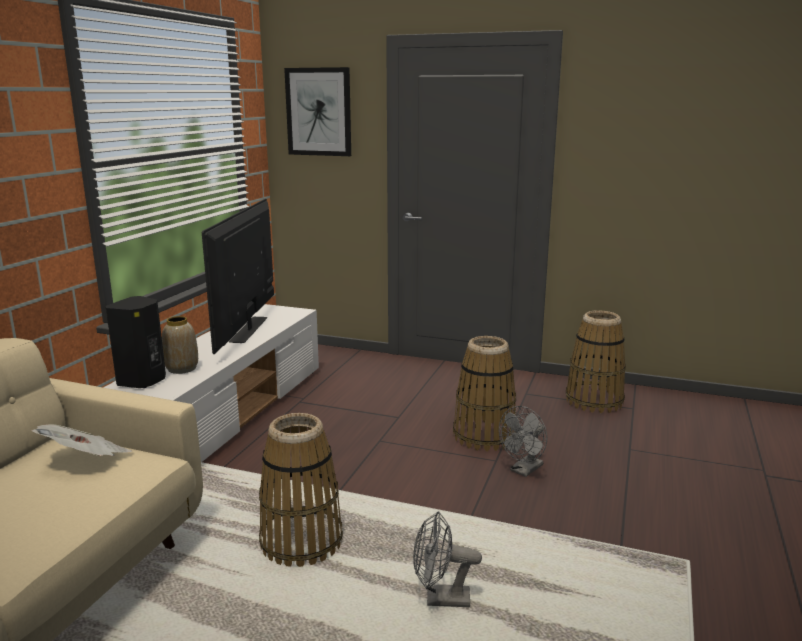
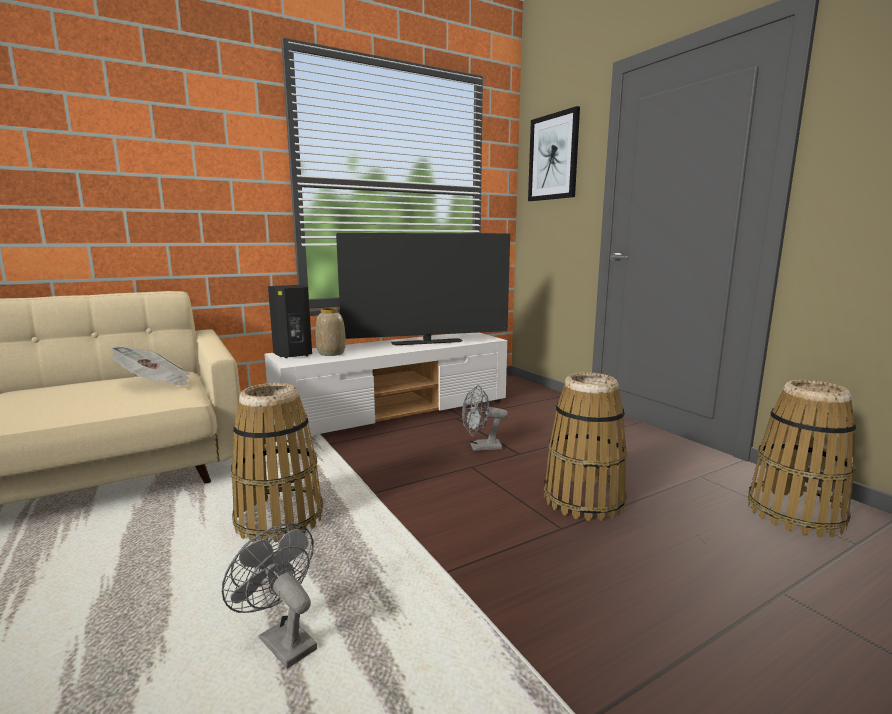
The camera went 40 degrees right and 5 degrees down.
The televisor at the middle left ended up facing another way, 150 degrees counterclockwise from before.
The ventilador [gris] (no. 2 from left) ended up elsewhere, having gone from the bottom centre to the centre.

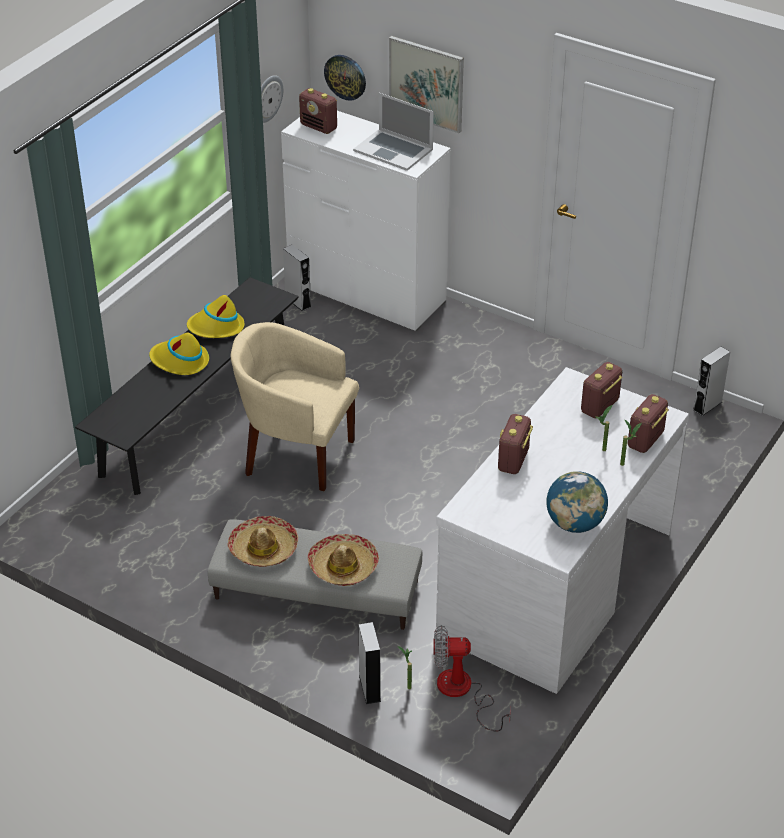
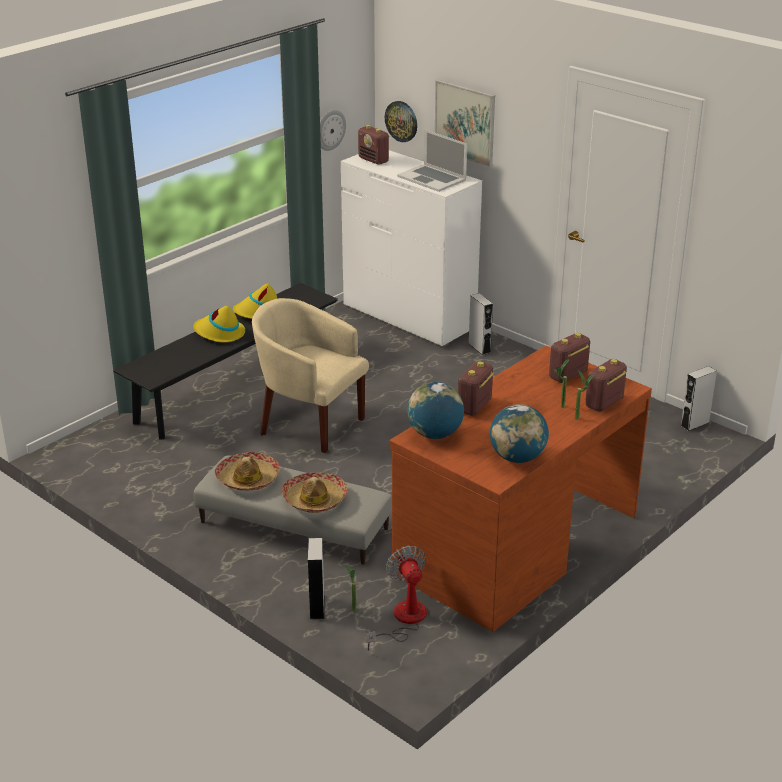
The camera went 10 degrees right and 10 degrees down.
The altavoz [gris] (no. 1 from left in the first image) ended up elsewhere, having gone from the top centre to the centre.
What was the escritorio [blanco] at the middle right turned into the escritorio [marrón] at the centre.
The ventilador at the bottom centre ended up facing another way, 60 degrees clockwise from before.
The second view gained the globo terráqueo (no. 1 from left) at the centre.

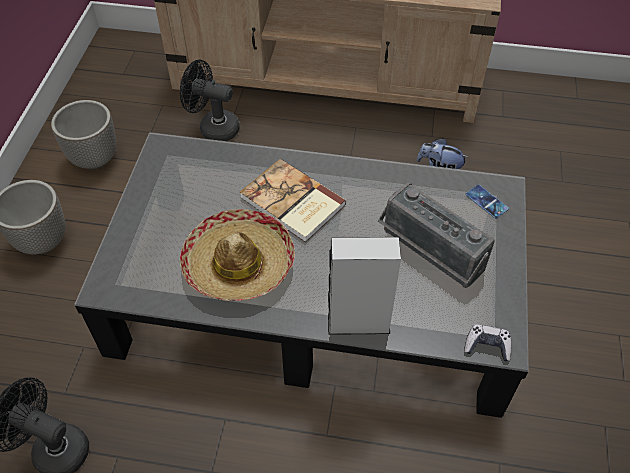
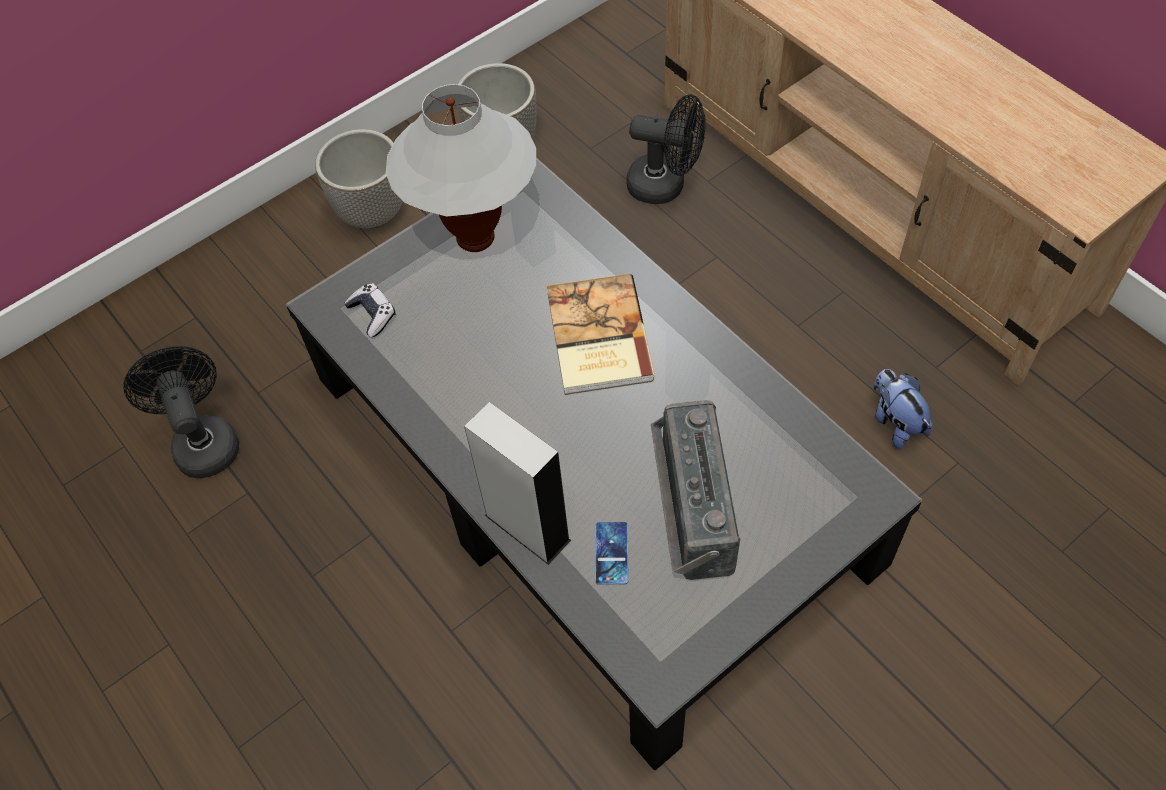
The camera went 45 degrees right and 5 degrees up.
The ventilador [negro] (no. 2 from left) at the top centre ended up facing another way, 135 degrees clockwise from before.
The móvil ended up elsewhere, having gone from the middle right to the bottom centre.
The second view lost the sombrero at the centre.
The mando de consola ended up elsewhere, having gone from the bottom right to the middle left.
The second view gained the lámpara de mesa [blanco] at the top centre.

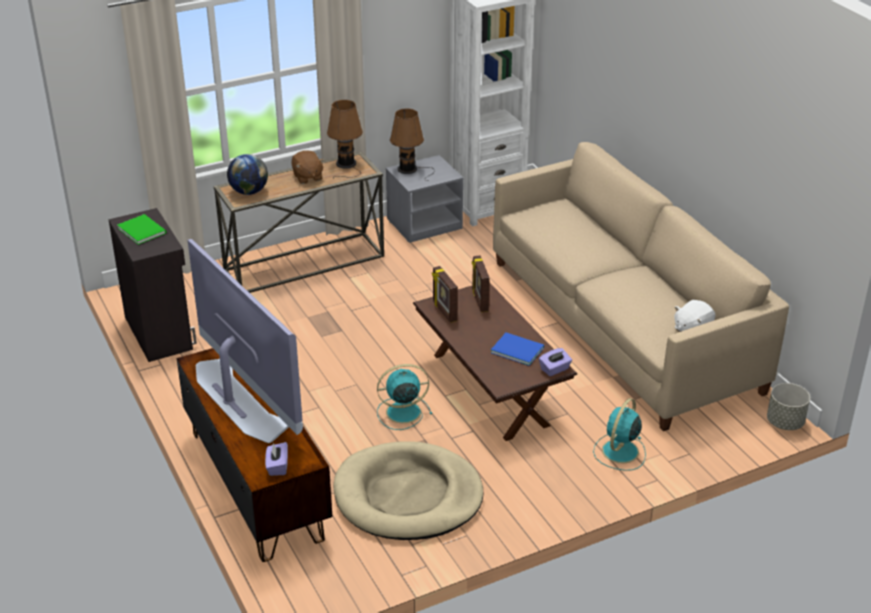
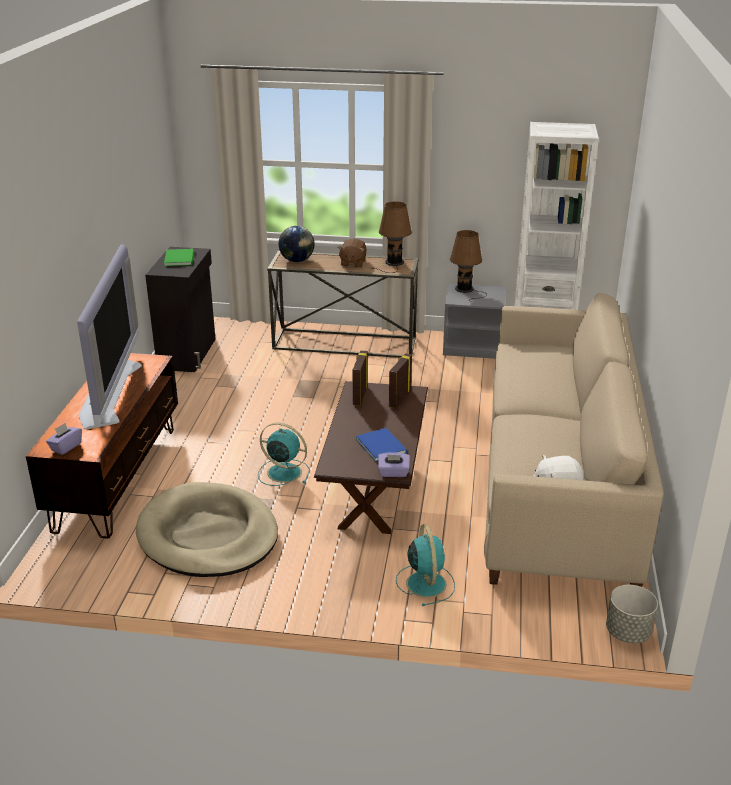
The camera went 35 degrees right and 5 degrees down.
The ventilador [turquesa] (no. 2 from left) at the bottom right ended up facing another way, 105 degrees clockwise from before.

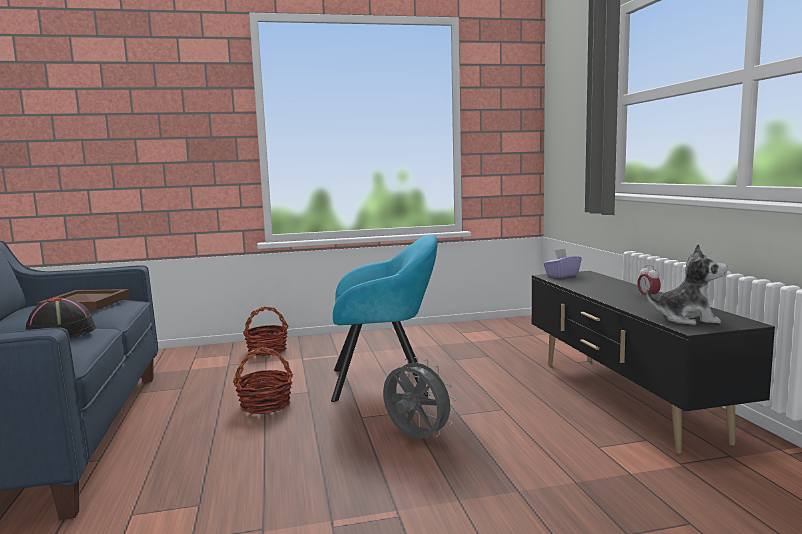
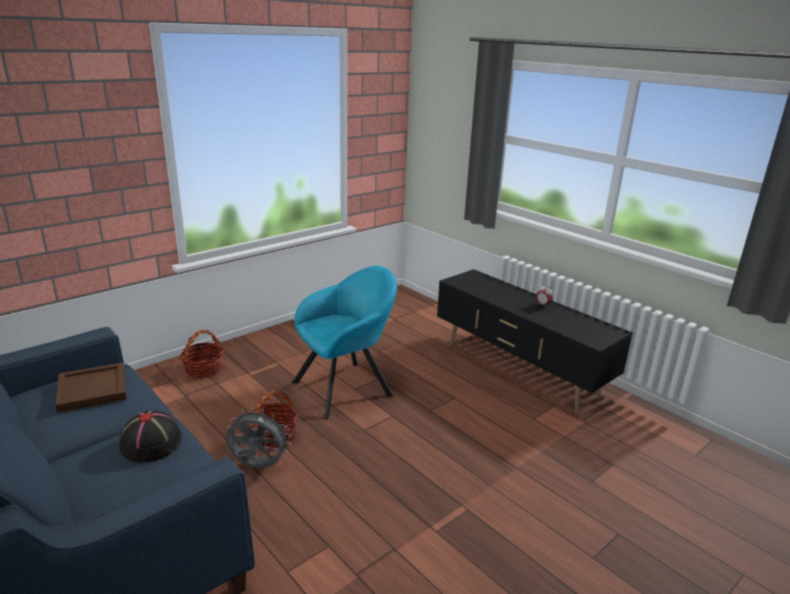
The camera went 30 degrees left and 15 degrees up.
The second view lost the peluche at the middle right.
The second view lost the caja de pañuelos [morado] at the middle right.
The ventilador [gris] ended up elsewhere, having gone from the bottom centre to the bottom left.

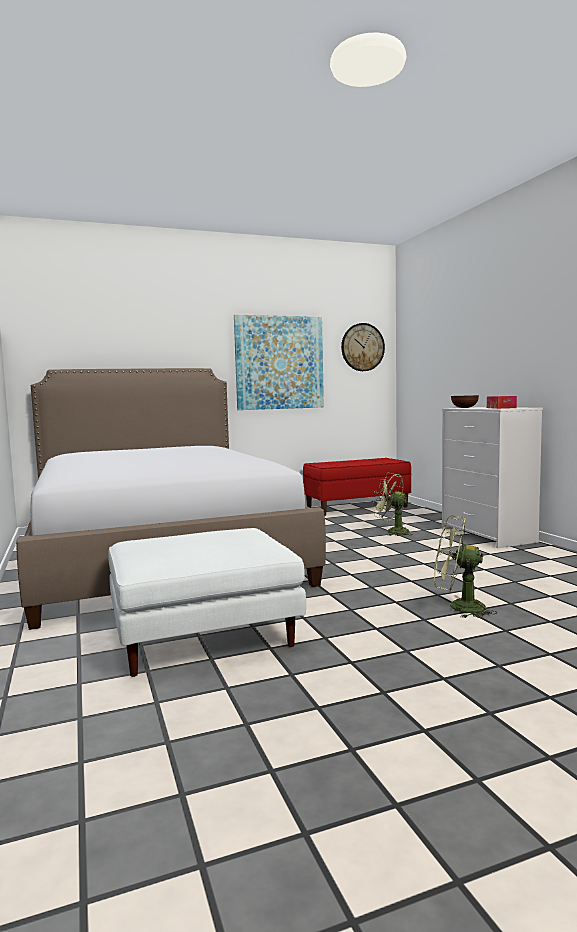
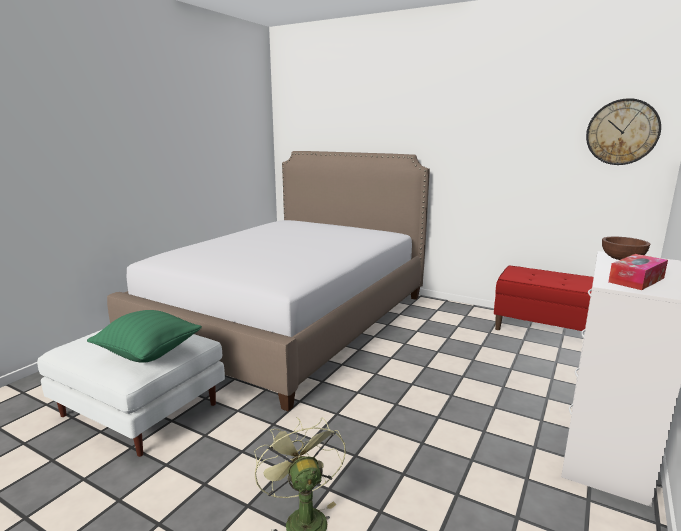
The camera went 50 degrees right and 10 degrees up.
The second view lost the cuadro at the centre.
The second view lost the ventilador [verde] (no. 1 from left) at the middle right.
The second view gained the cojín [verde] at the middle left.

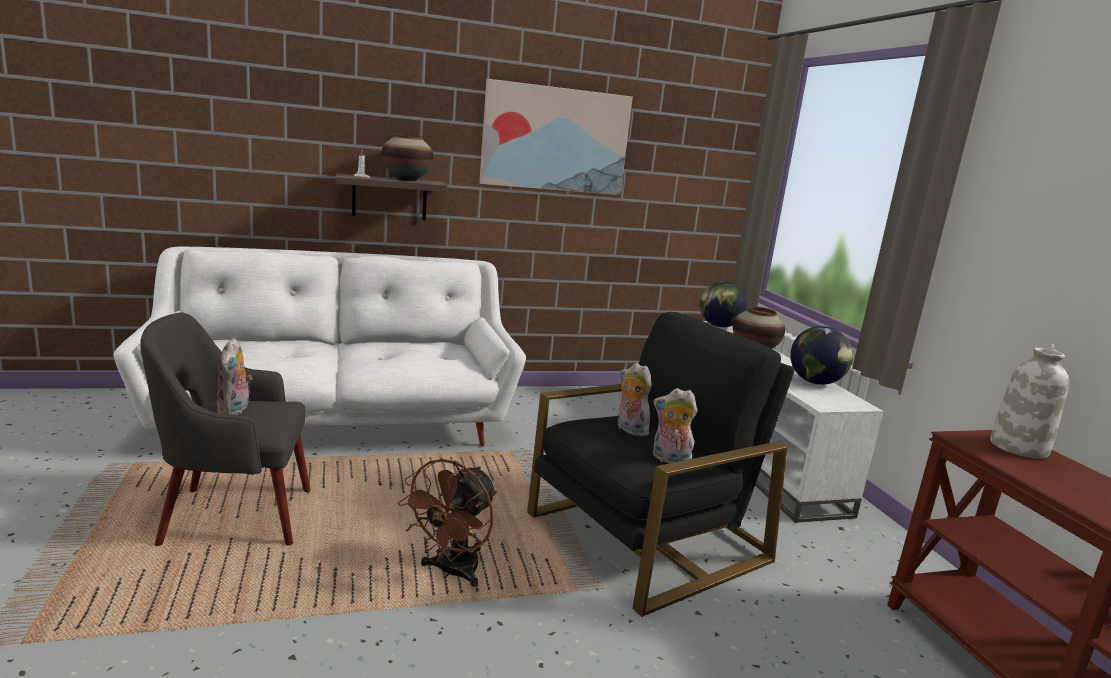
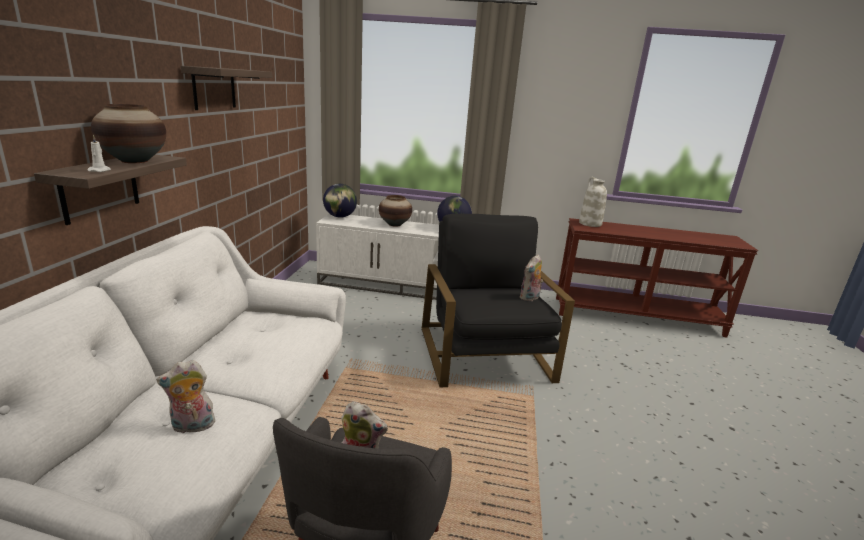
The camera went 65 degrees left and 5 degrees up.
Where the cuadro hung at the top centre, the estante (no. 2 from left) came to hang at the top left.
The peluche (no. 2 from left in the first image) ended up elsewhere, having gone from the centre to the bottom left.
The second view lost the ventilador [marrón] at the bottom centre.

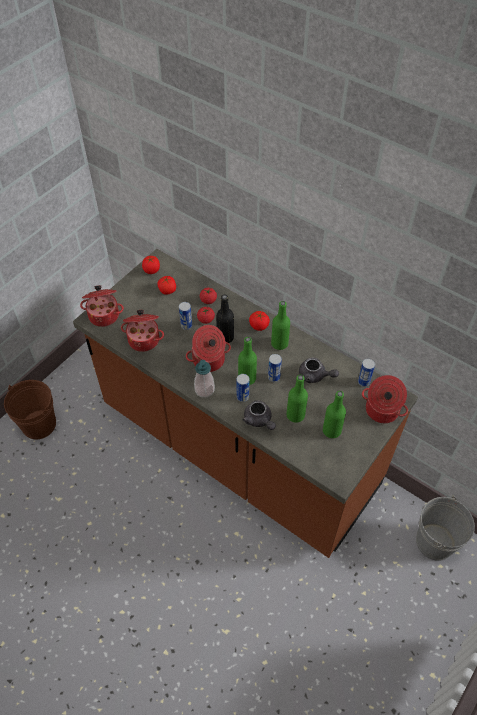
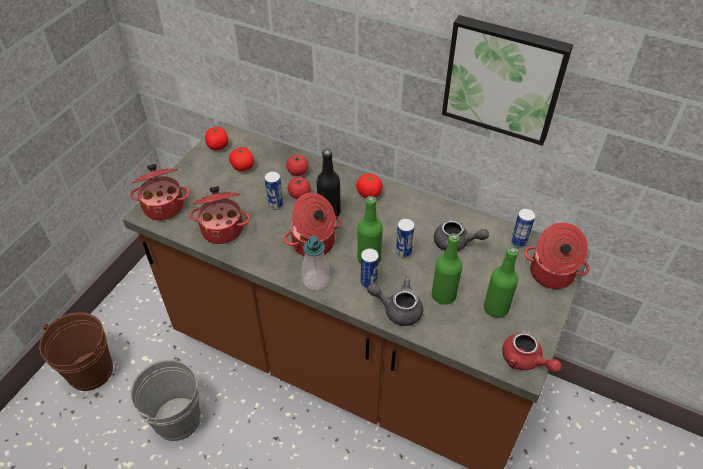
The camera went 10 degrees left and 5 degrees down.
The second view lost the botella [verde] (no. 2 from left) at the centre.
The tetera [gris] (no. 1 from left) at the centre ended up facing another way, 150 degrees clockwise from before.
The cubo [gris] ended up elsewhere, having gone from the bottom right to the bottom left.
The second view gained the cuadro at the top right.
The second view gained the tetera [rojo] at the bottom right.

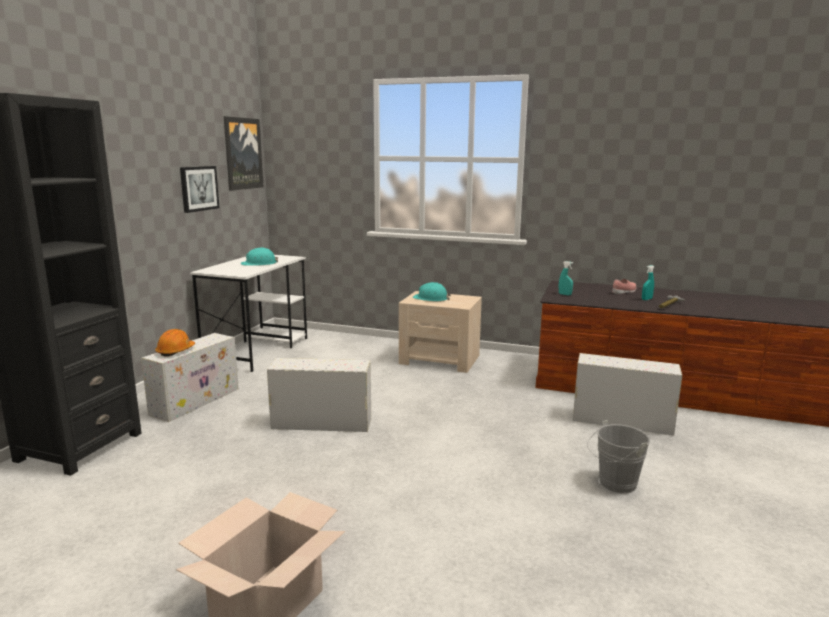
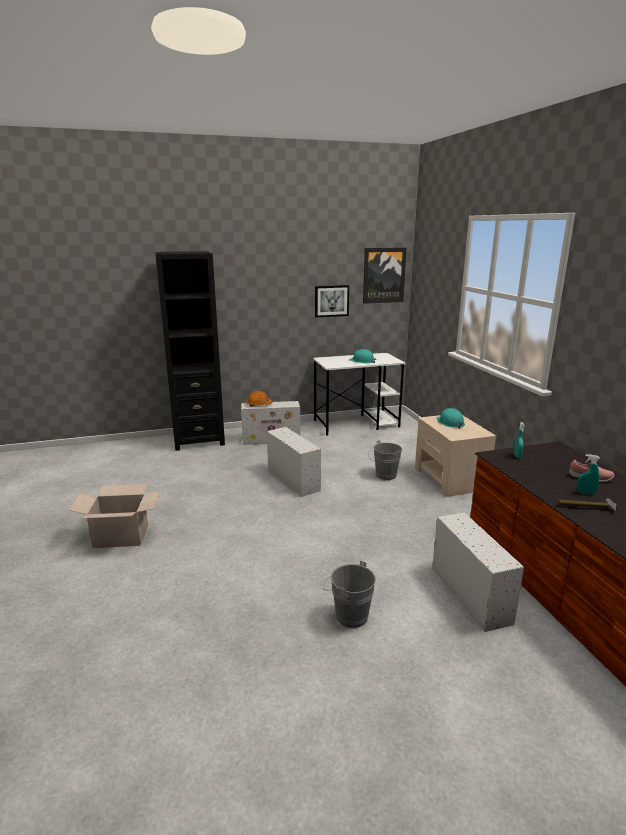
The camera went 55 degrees right and 5 degrees up.
The second view gained the cubo [gris] (no. 2 from left) at the centre.

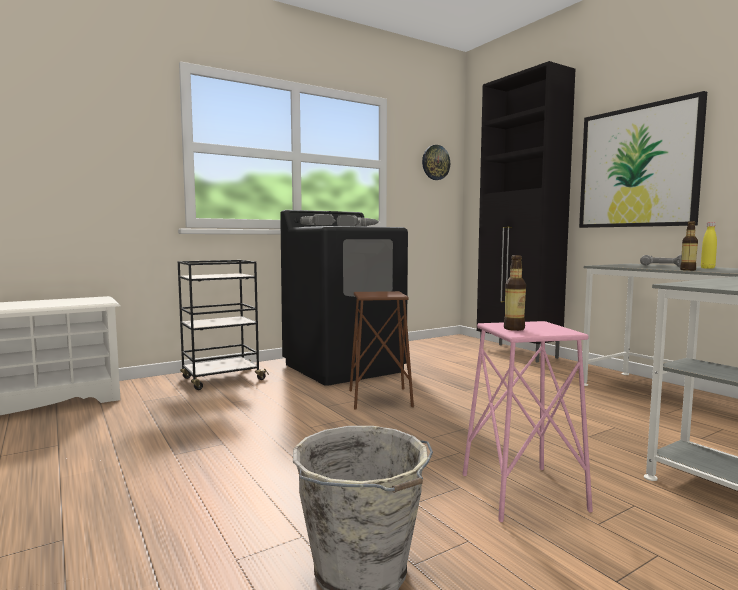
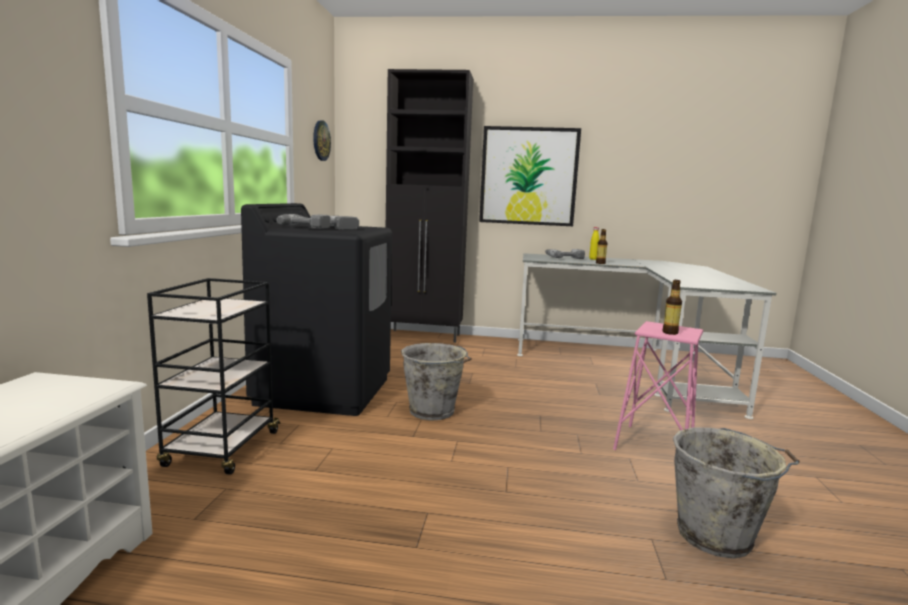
The camera went 50 degrees left and 5 degrees up.
Where the taburete [marrón] stood at the centre, the cubo [gris] (no. 1 from left) came to stand at the centre.

